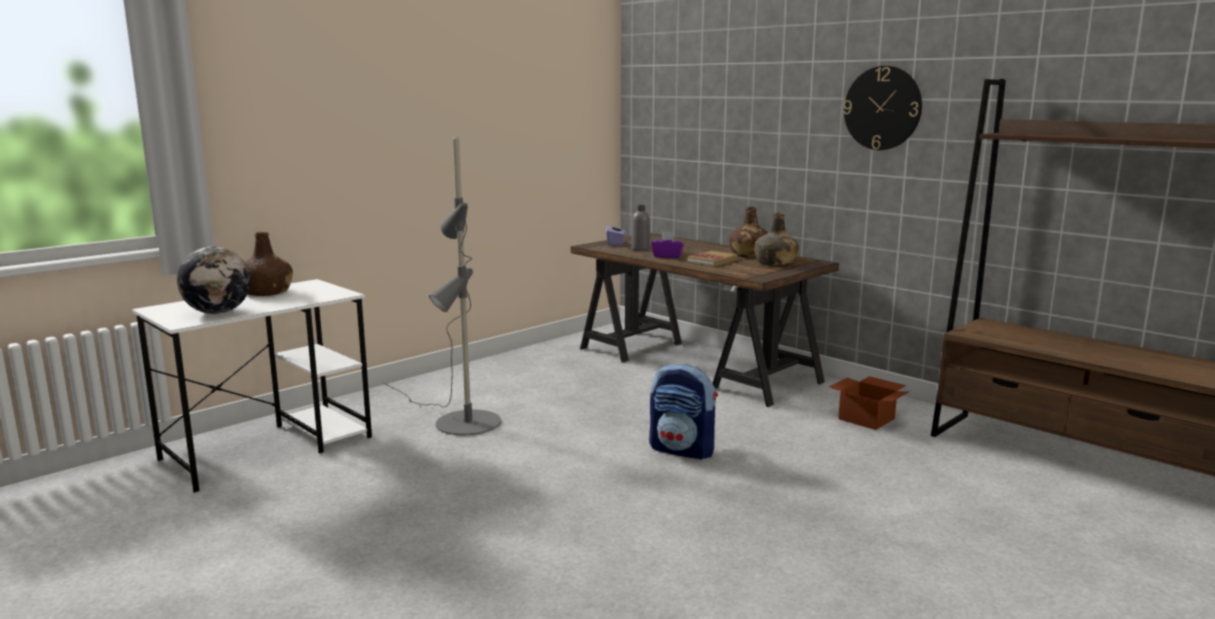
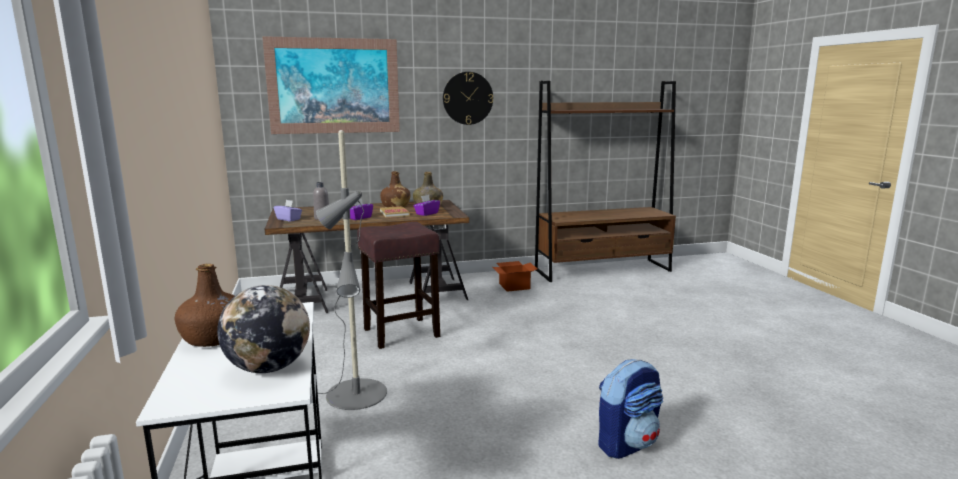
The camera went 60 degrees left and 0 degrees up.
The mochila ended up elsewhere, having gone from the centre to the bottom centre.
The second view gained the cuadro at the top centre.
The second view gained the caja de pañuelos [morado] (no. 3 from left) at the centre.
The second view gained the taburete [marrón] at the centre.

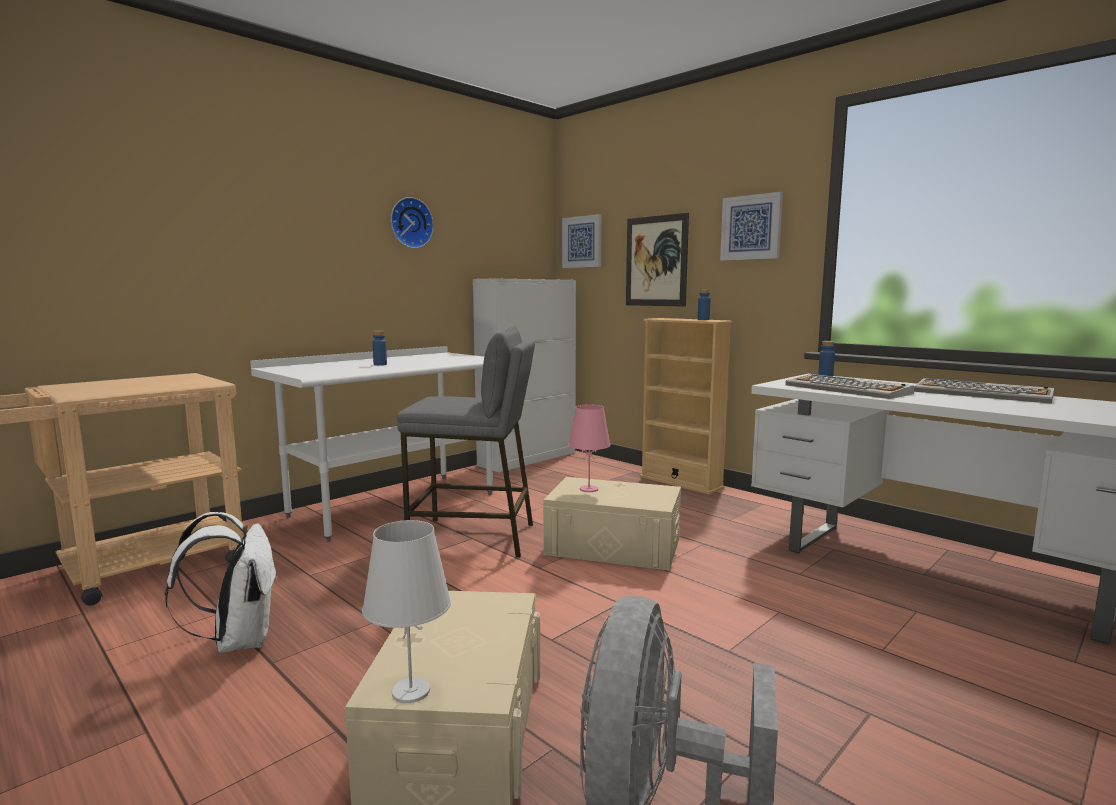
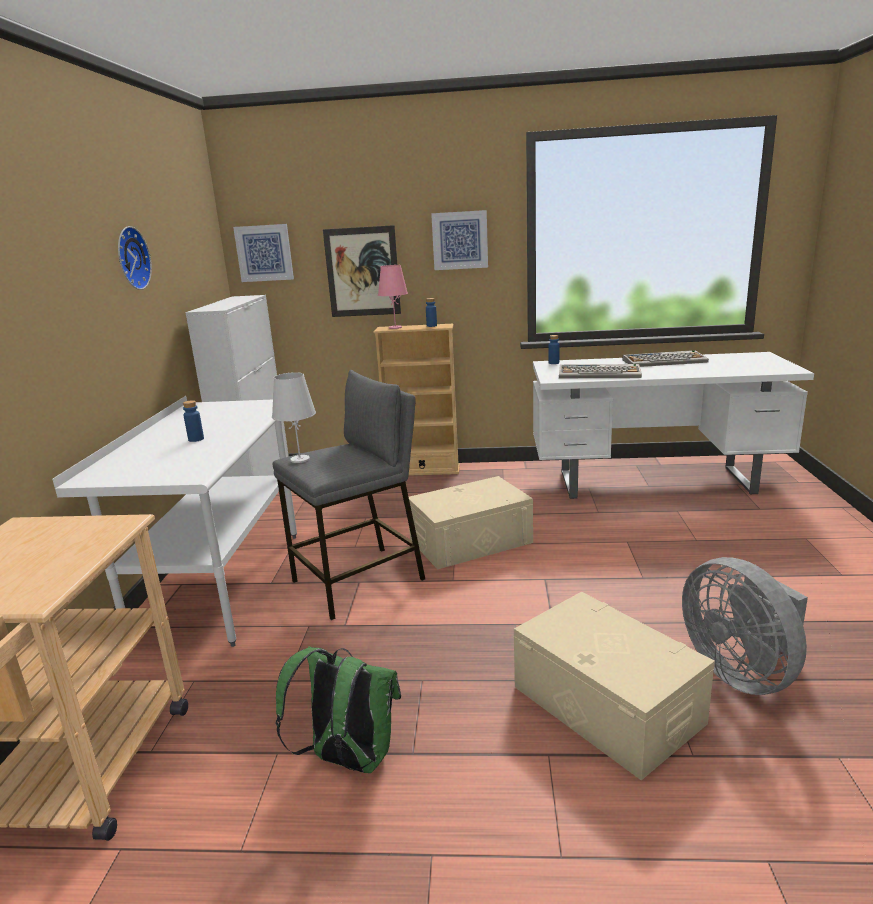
The camera went 40 degrees left and 10 degrees up.
The lámpara de mesa [rosa] ended up elsewhere, having gone from the centre to the top centre.
What was the mochila [blanco] at the bottom left turned into the mochila [verde] at the bottom centre.
The lámpara de mesa [blanco] ended up elsewhere, having gone from the bottom centre to the centre.

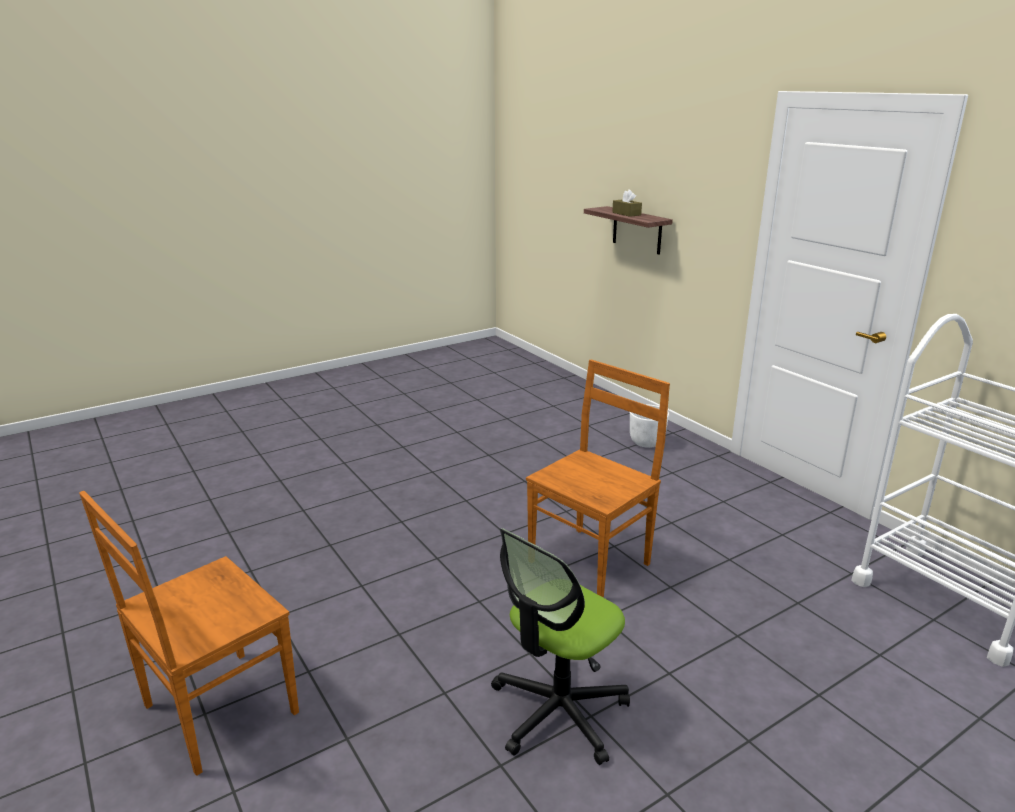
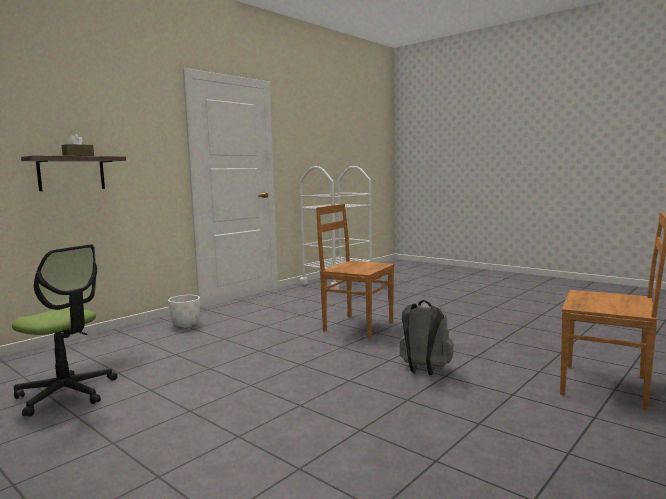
The camera went 105 degrees left and 15 degrees down.
The silla de oficina ended up elsewhere, having gone from the bottom centre to the middle left.
The second view gained the mochila [gris] at the bottom centre.

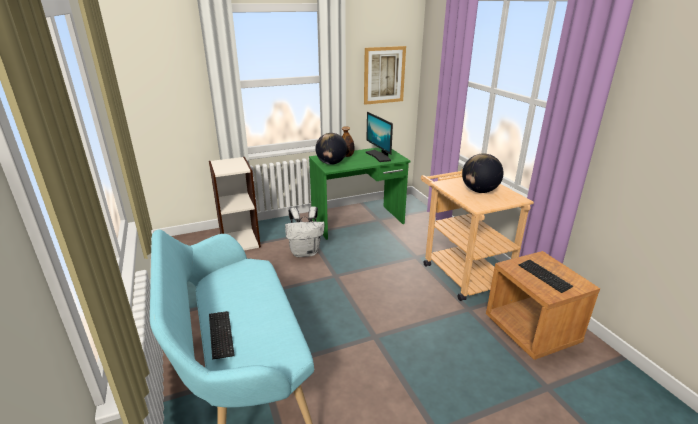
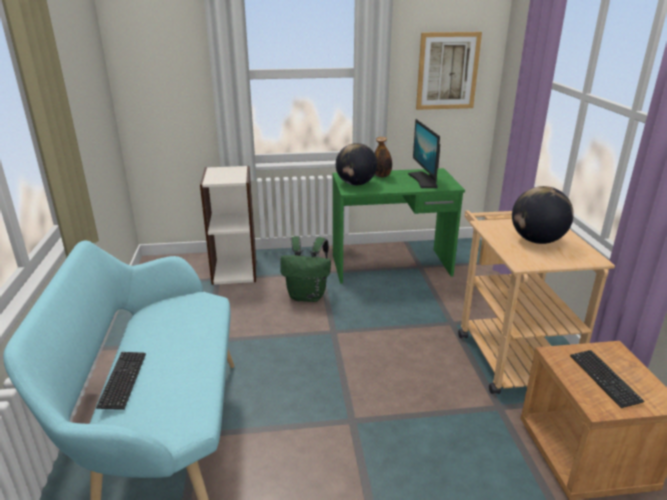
The camera went 15 degrees right and 0 degrees up.
What was the mochila [blanco] at the centre turned into the mochila [verde] at the centre.

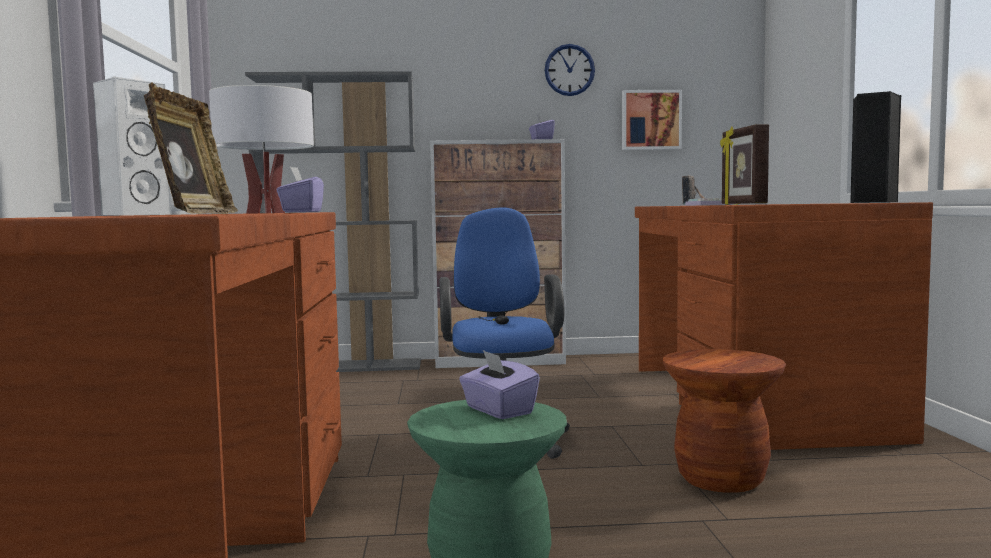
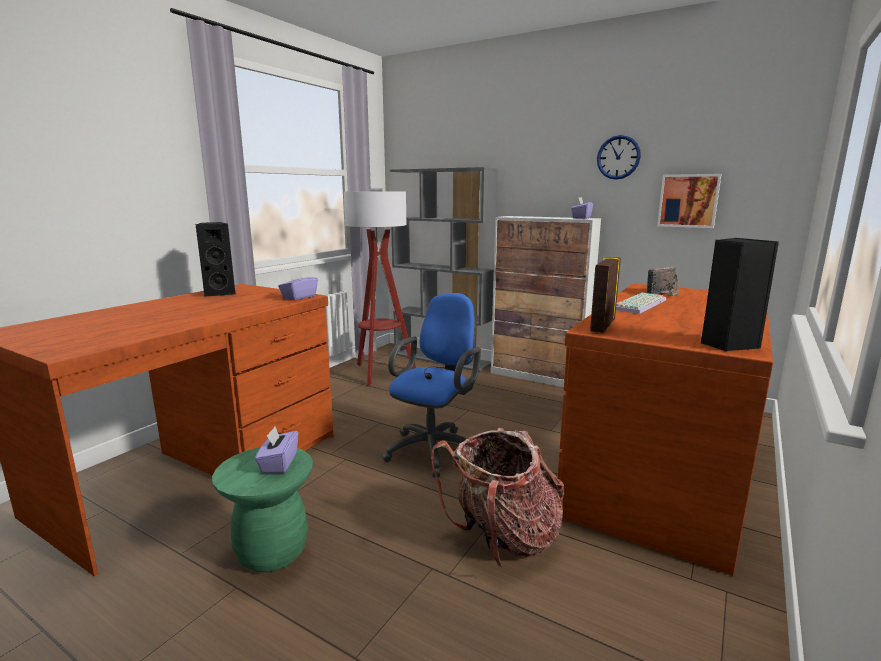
The camera went 35 degrees right and 10 degrees up.
What was the altavoz [blanco] at the top left turned into the altavoz [negro] (no. 1 from left) at the middle left.
The second view lost the portarretratos (no. 1 from left) at the top left.
Where the taburete [marrón] stood at the bottom right, the mochila came to stand at the bottom centre.

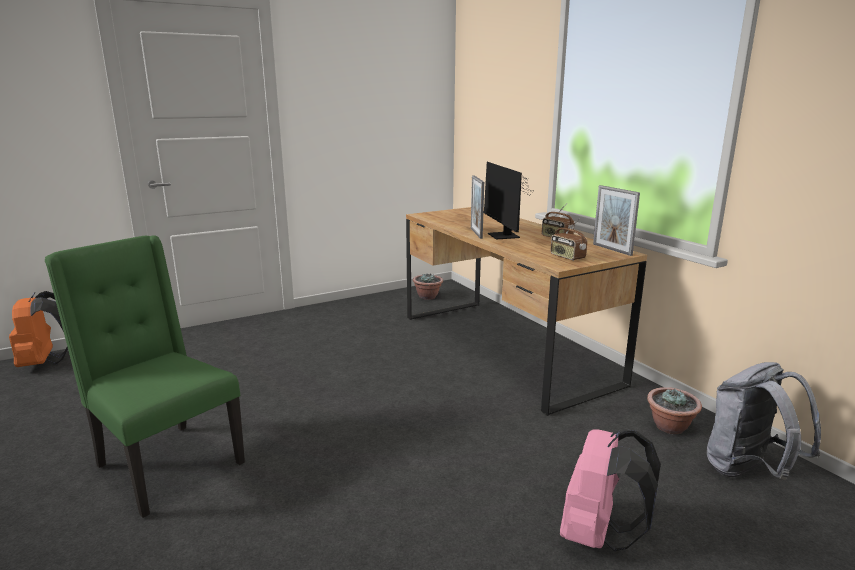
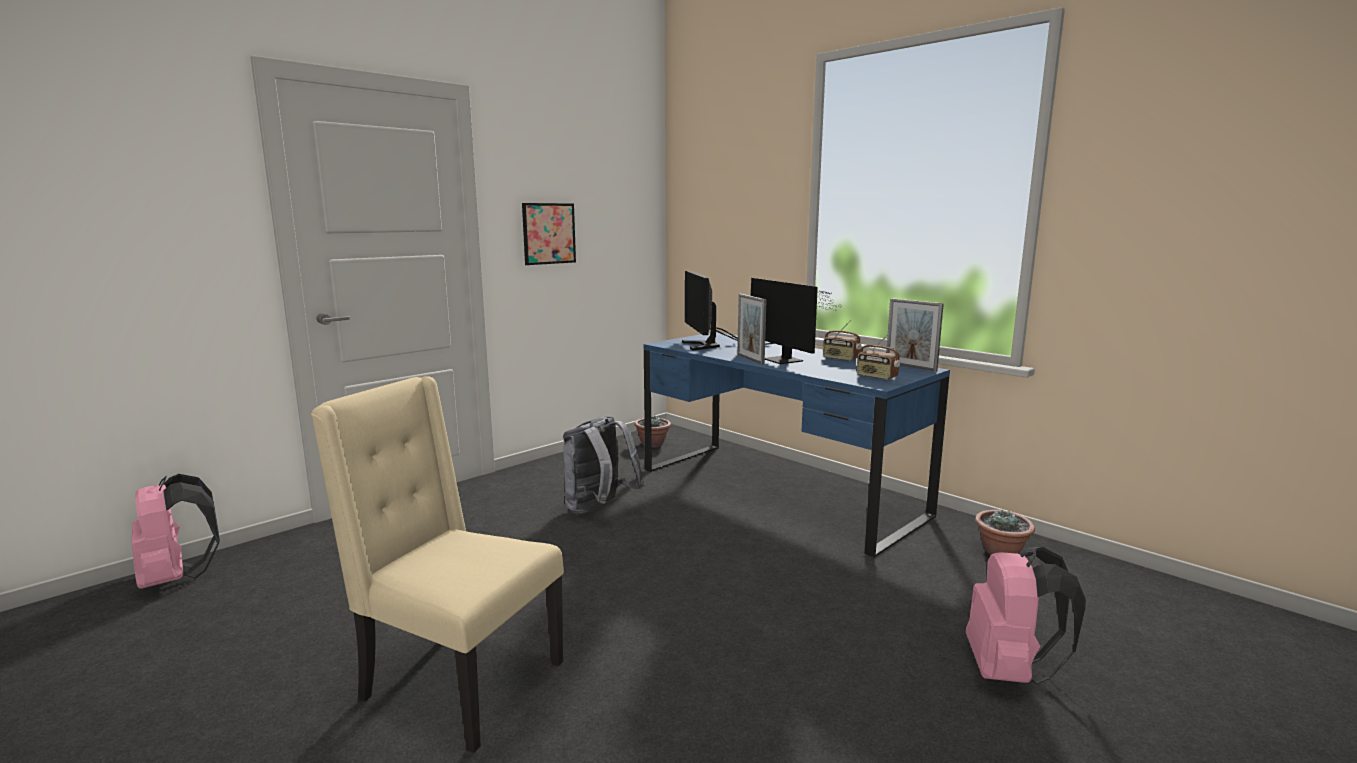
The camera went 15 degrees left and 5 degrees down.
What was the escritorio [marrón] at the centre turned into the escritorio [azul] at the centre.
What was the silla [verde] at the middle left turned into the silla [beis] at the bottom left.
What was the mochila [naranja] at the middle left turned into the mochila [rosa] (no. 1 from left) at the bottom left.
The mochila [gris] ended up elsewhere, having gone from the bottom right to the centre.
The second view gained the cuadro at the top centre.
The second view gained the monitor (no. 1 from left) at the centre.

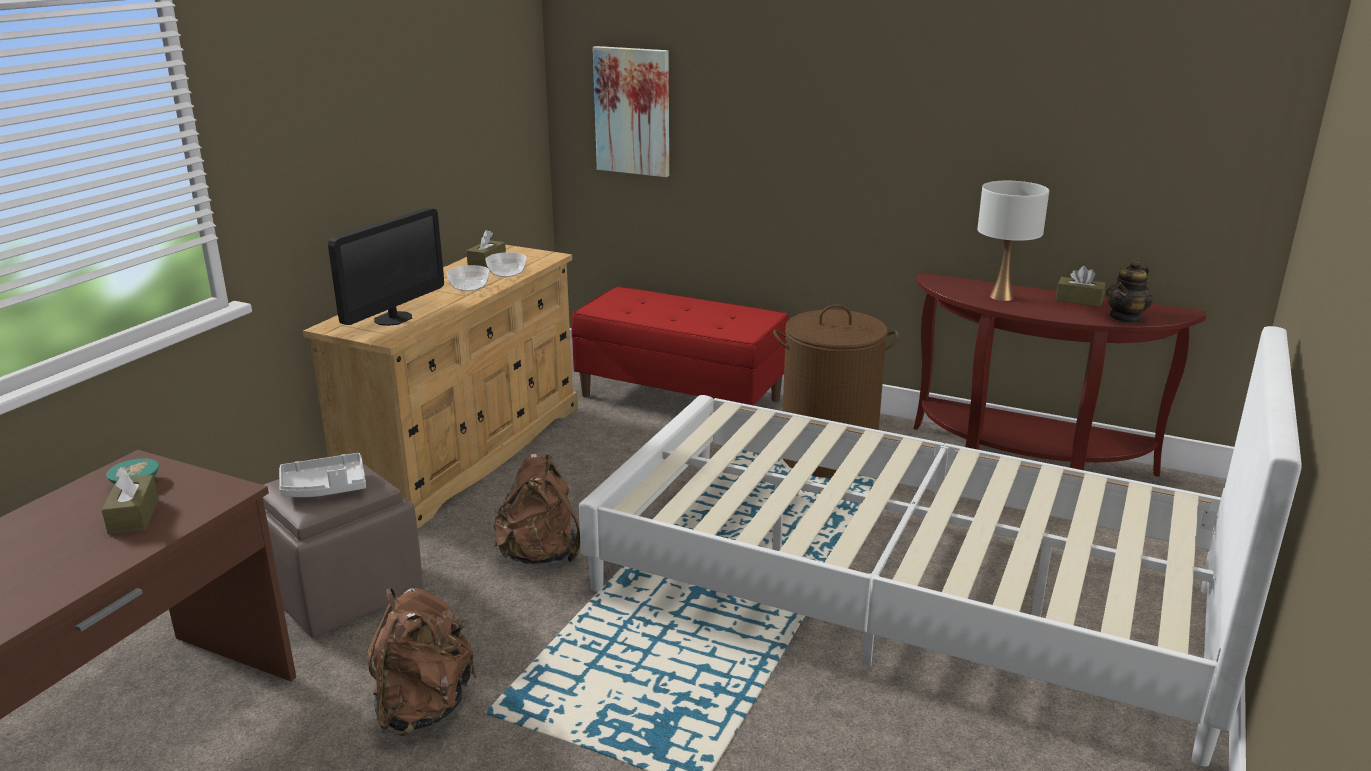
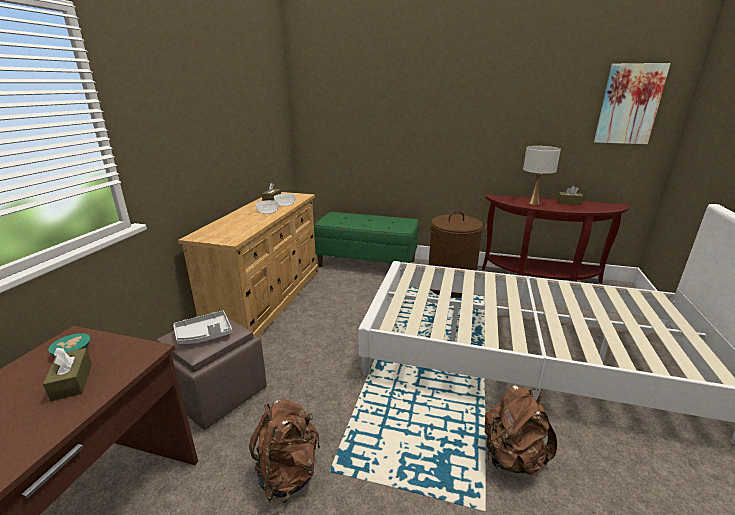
The camera went 10 degrees left and 0 degrees up.
The cuadro ended up elsewhere, having gone from the top centre to the top right.
The second view lost the monitor at the middle left.
The second view lost the tetera at the middle right.
What was the banco [rojo] at the centre turned into the banco [verde] at the centre.
The mochila [marrón] (no. 2 from left) ended up elsewhere, having gone from the centre to the bottom right.

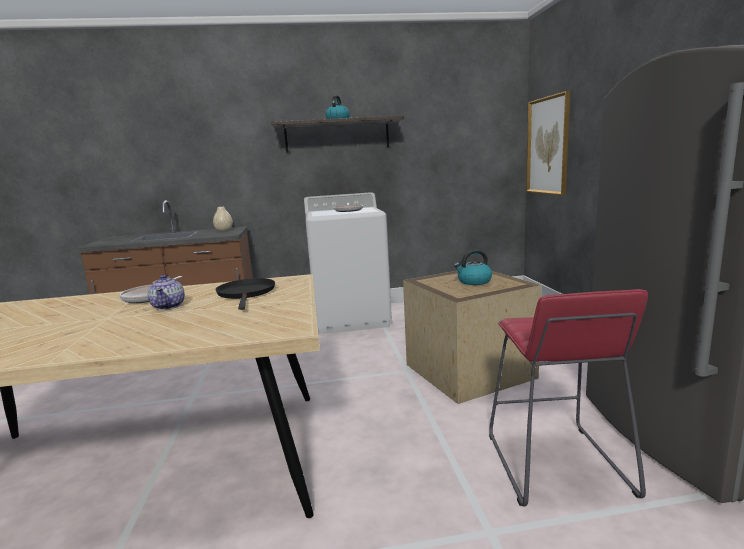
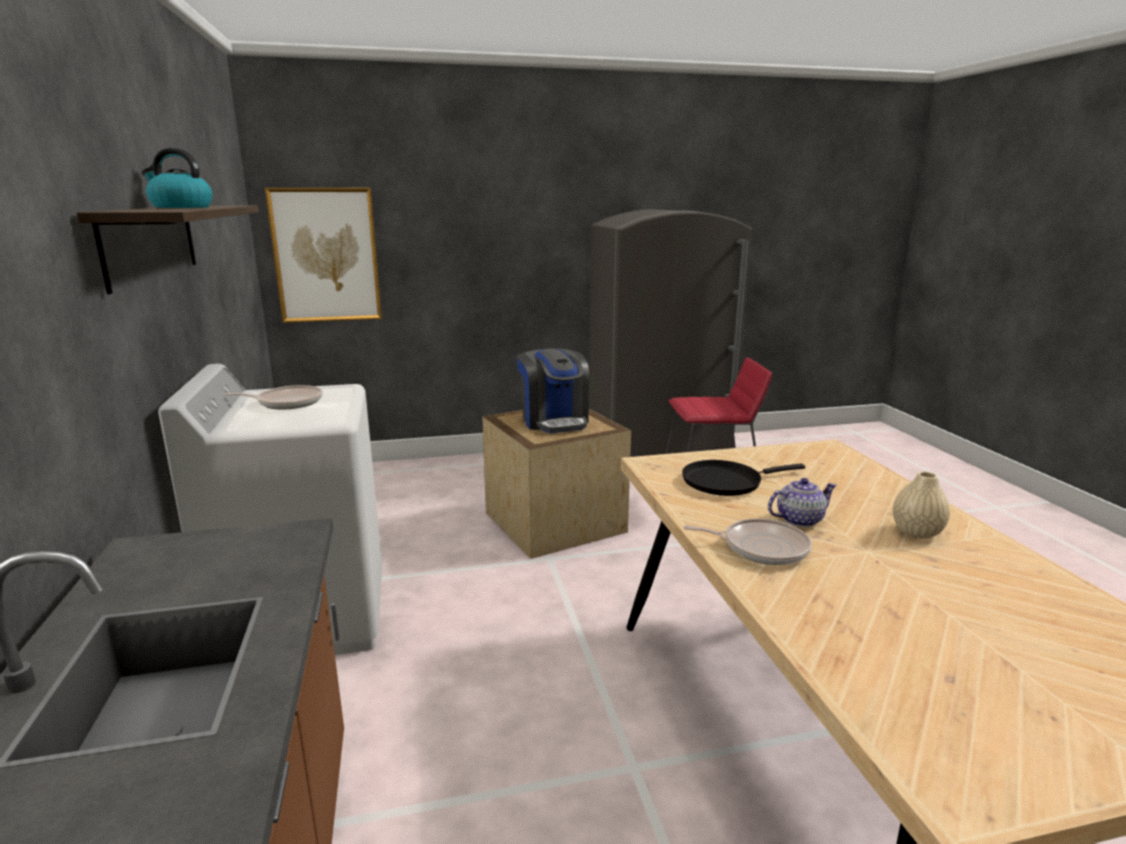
The camera went 95 degrees left and 5 degrees up.
The florero [beis] ended up elsewhere, having gone from the middle left to the middle right.
Where the hervidor (no. 2 from left) stood at the centre, the cafetera came to stand at the centre.

